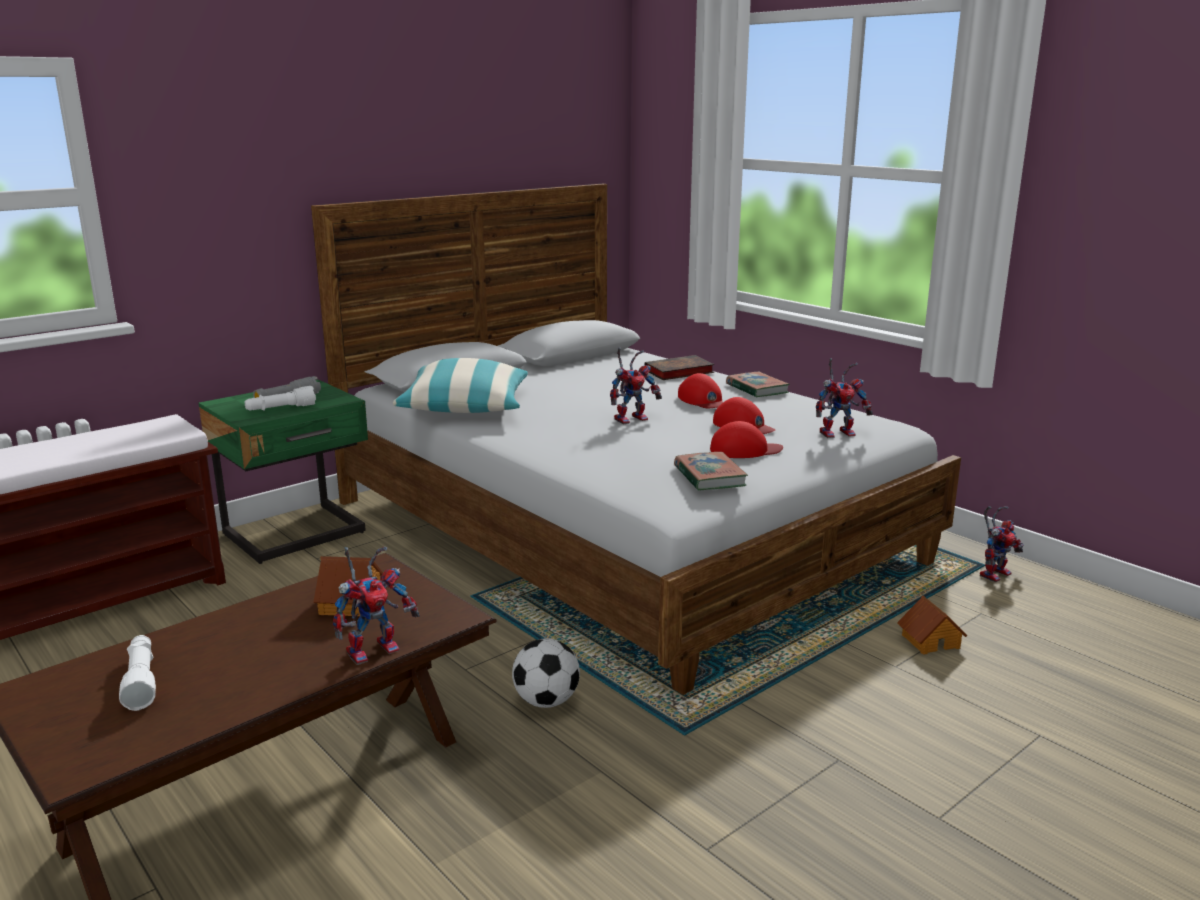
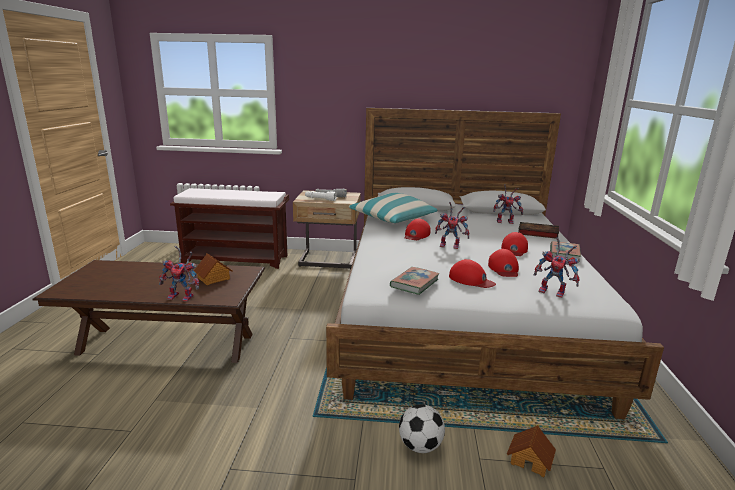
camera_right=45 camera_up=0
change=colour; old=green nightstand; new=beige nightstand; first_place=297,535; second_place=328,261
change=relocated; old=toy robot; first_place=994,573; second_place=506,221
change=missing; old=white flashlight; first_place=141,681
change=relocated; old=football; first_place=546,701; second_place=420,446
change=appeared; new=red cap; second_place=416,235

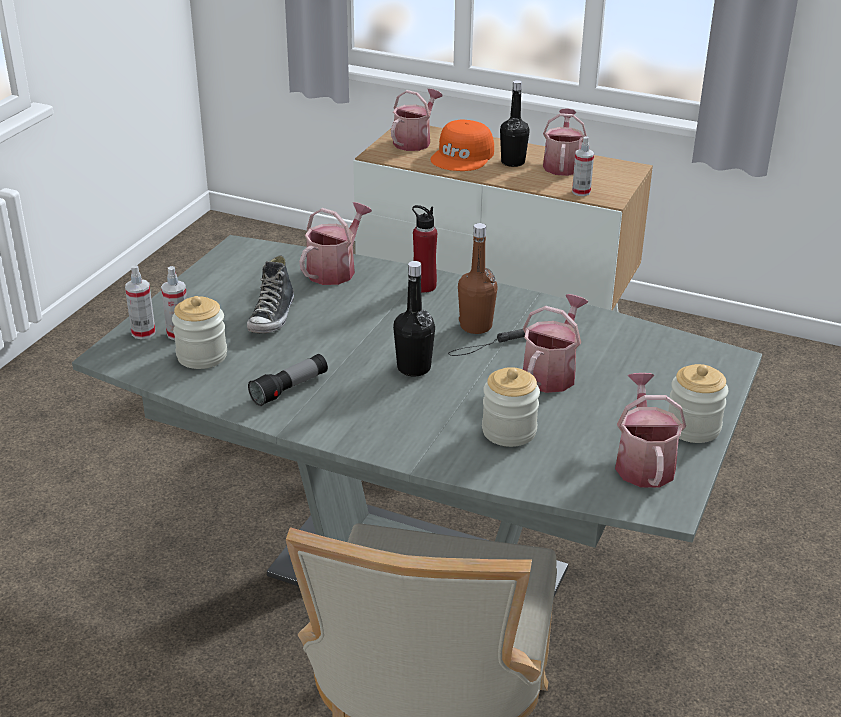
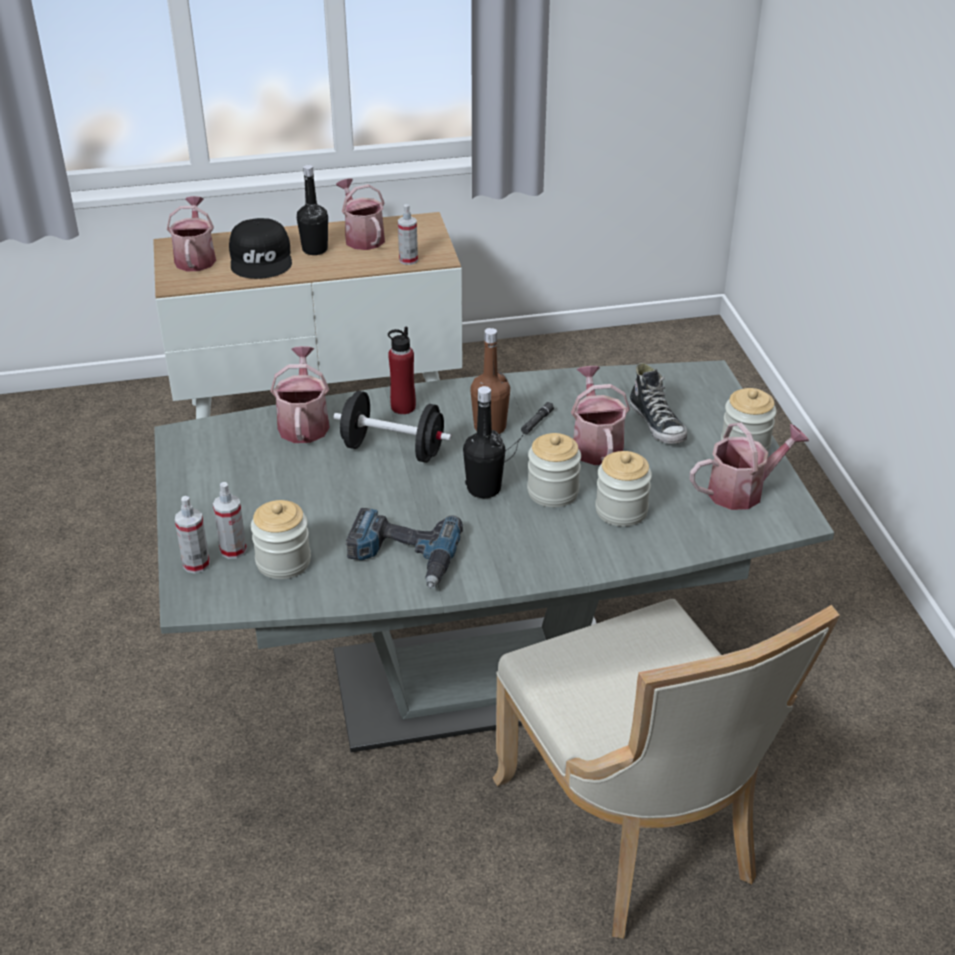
camera_right=-35 camera_up=5
change=colour; old=orange cap; new=black cap; first_place=463,156; second_place=262,259
change=relocated; old=shoe; first_place=272,317; second_place=657,424
change=exchanged; old=flashlight; new=power drill; first_place=290,389; second_place=402,556
change=spun; old=watering can; first_place=643,462; second_place=742,490; degrees=105
change=appeared; new=black dumbbell; second_place=393,449
change=appeared; new=jar; second_place=553,492

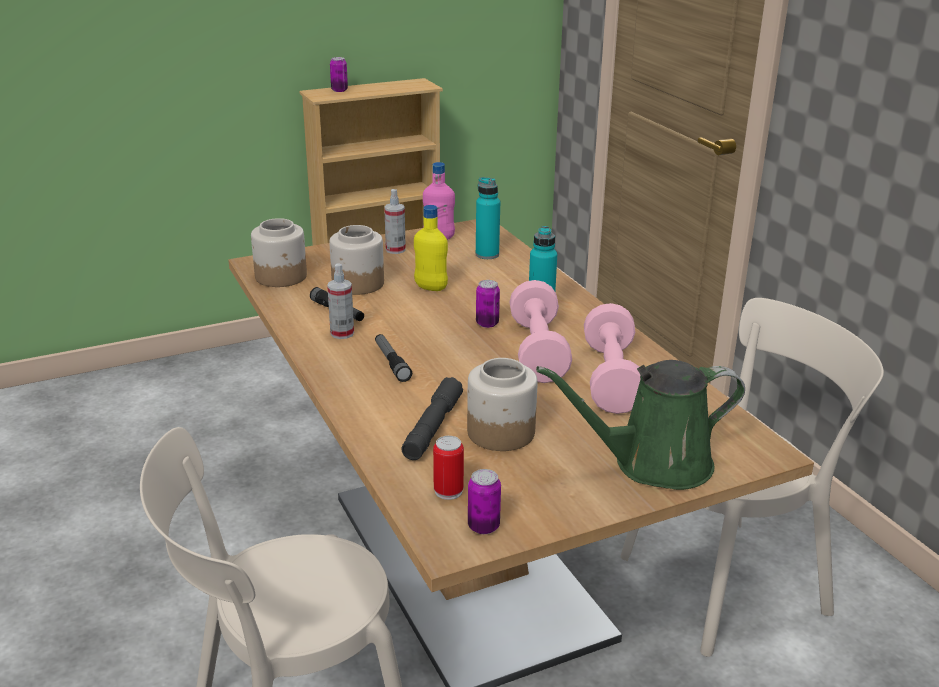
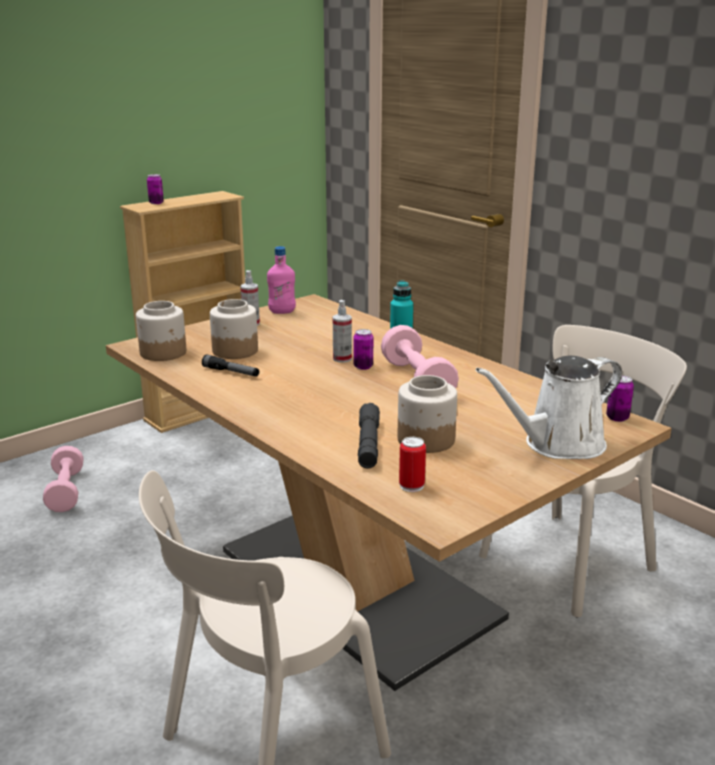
camera_right=-15 camera_up=-5
change=missing; old=turquoise bottle; first_place=487,254
change=missing; old=yellow bottle; first_place=430,288
change=relocated; old=spray bottle; first_place=342,333; second_place=342,359
change=relocated; old=pink dumbbell; first_place=611,379; second_place=66,491
change=missing; old=flashlight; first_place=391,363
change=colour; old=green watering can; new=white watering can; first_place=653,464; second_place=558,445
change=relocated; old=can; first_place=483,526; second_place=617,418

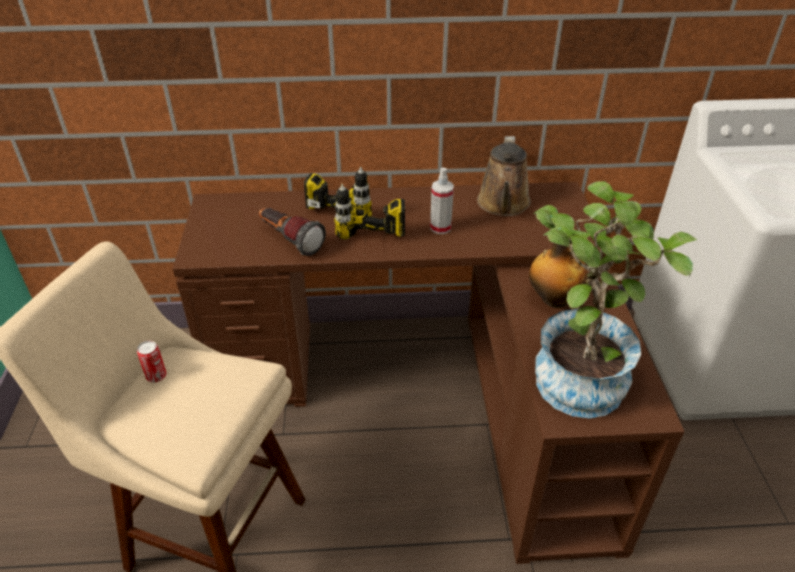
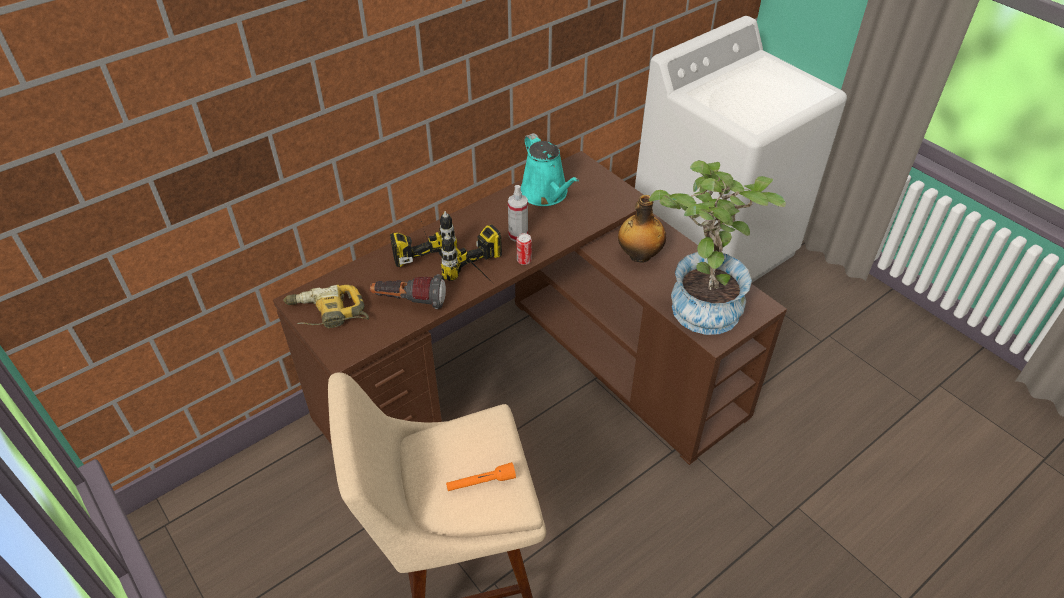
camera_right=-35 camera_up=5
change=colour; old=brown watering can; new=turquoise watering can; first_place=503,205; second_place=546,194
change=relocated; old=can; first_place=156,376; second_place=524,260
change=appeared; new=power drill; second_place=327,314
change=appeared; new=orange flashlight; second_place=481,483

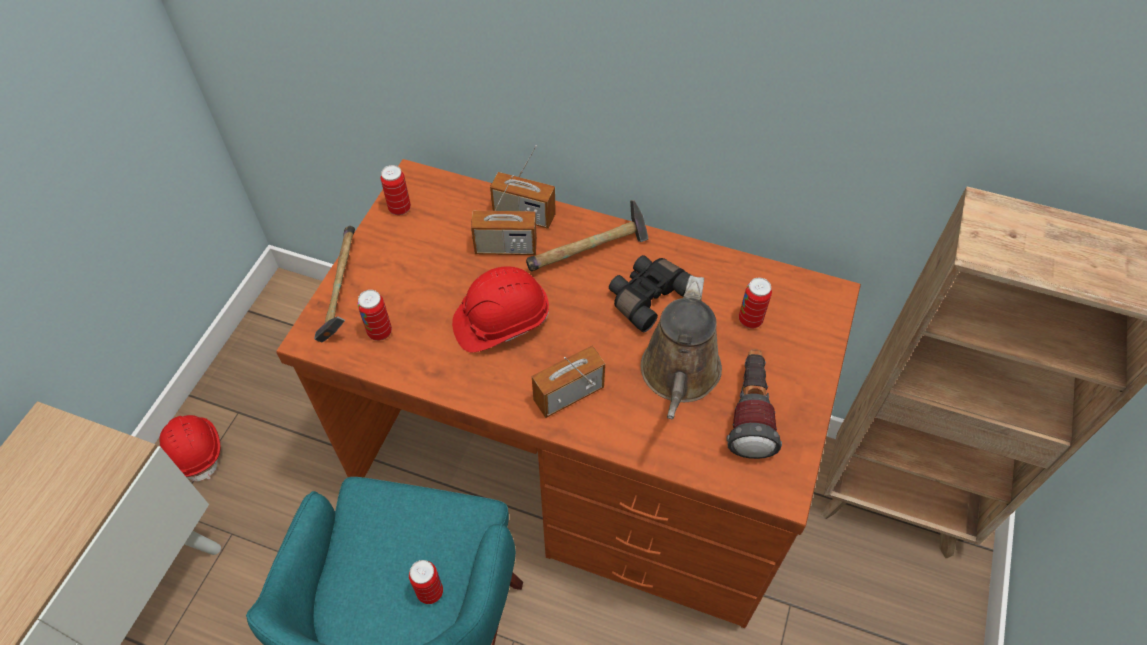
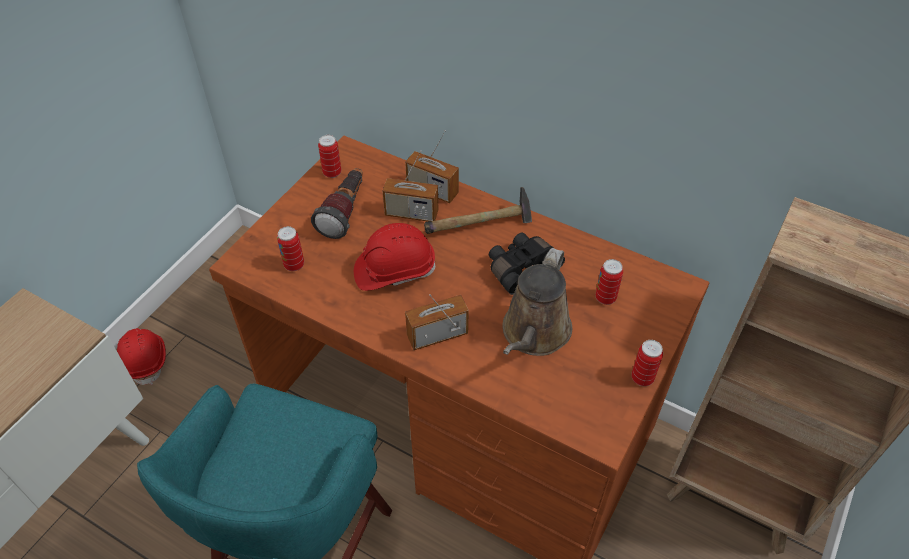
camera_right=10 camera_up=-5
change=missing; old=hammer; first_place=341,293
change=relocated; old=flashlight; first_place=750,413; second_place=345,212
change=relocated; old=can; first_place=430,592; second_place=642,378

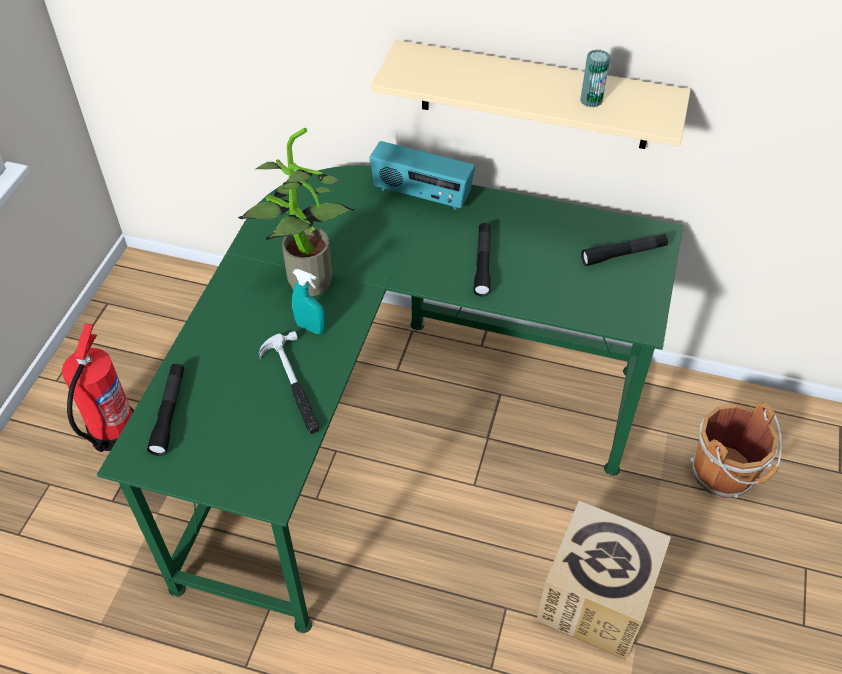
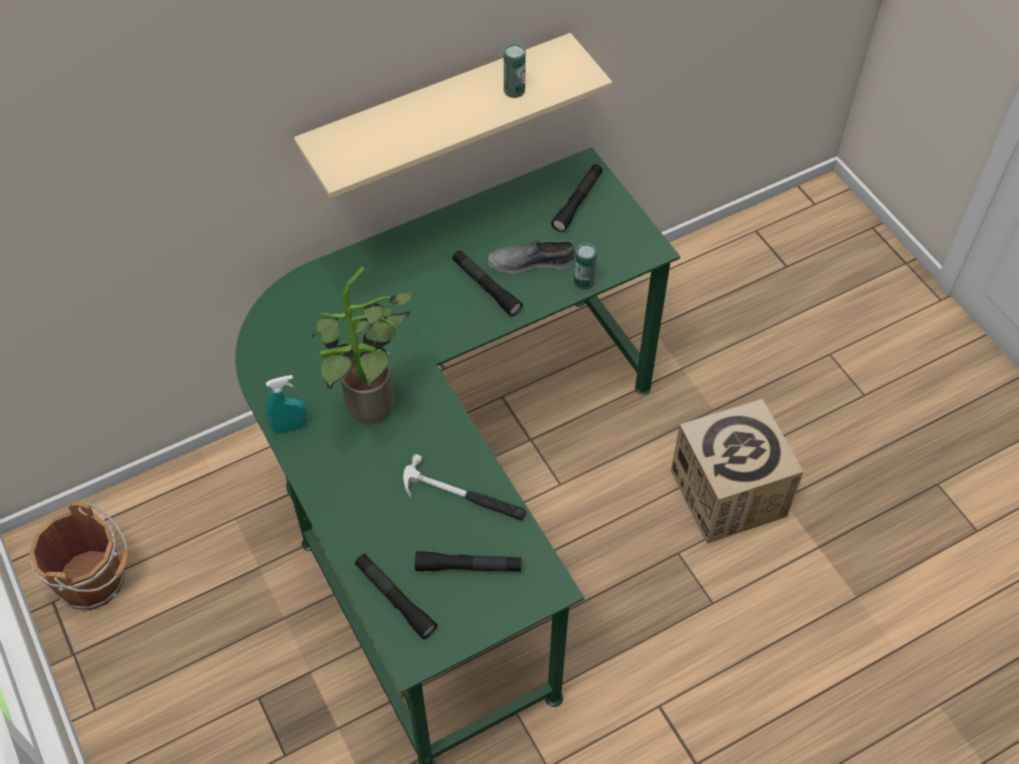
camera_right=-45 camera_up=5
change=missing; old=radio; first_place=421,195
change=relocated; old=turquoise spray bottle; first_place=310,327; second_place=290,427
change=missing; old=fire extinguisher; first_place=113,432
change=relocated; old=brown bucket; first_place=725,474; second_place=95,580
change=appeared; new=grey shoe; second_place=531,262
change=appeared; new=can; second_place=584,282
change=appeared; new=black flashlight; second_place=468,567

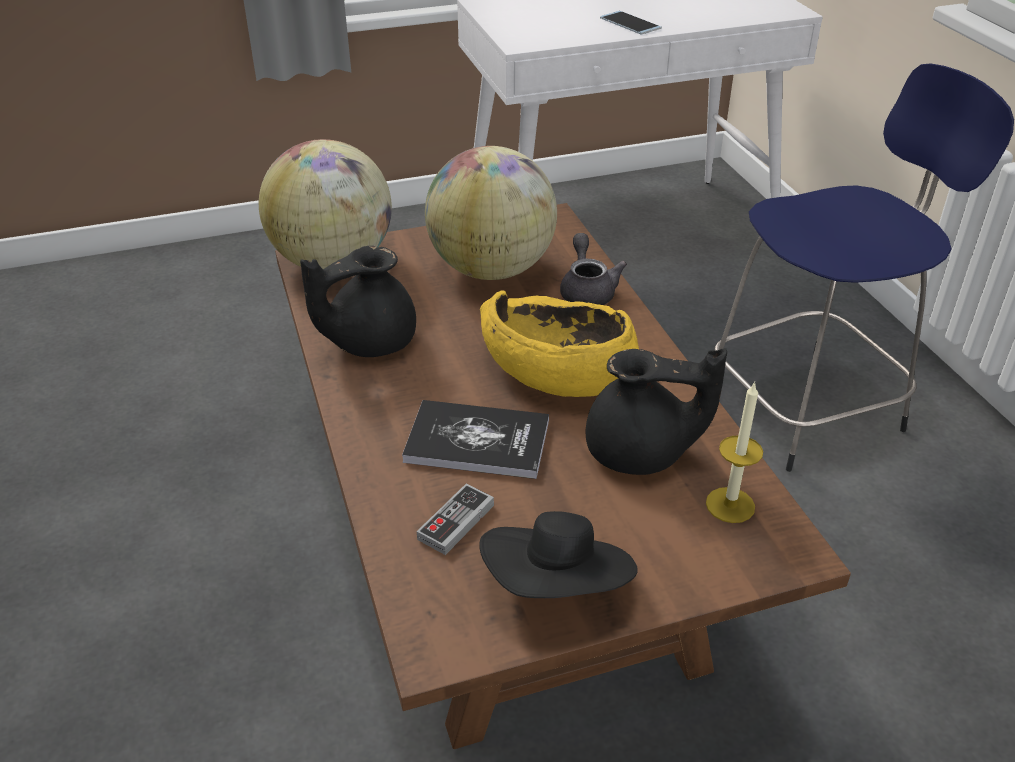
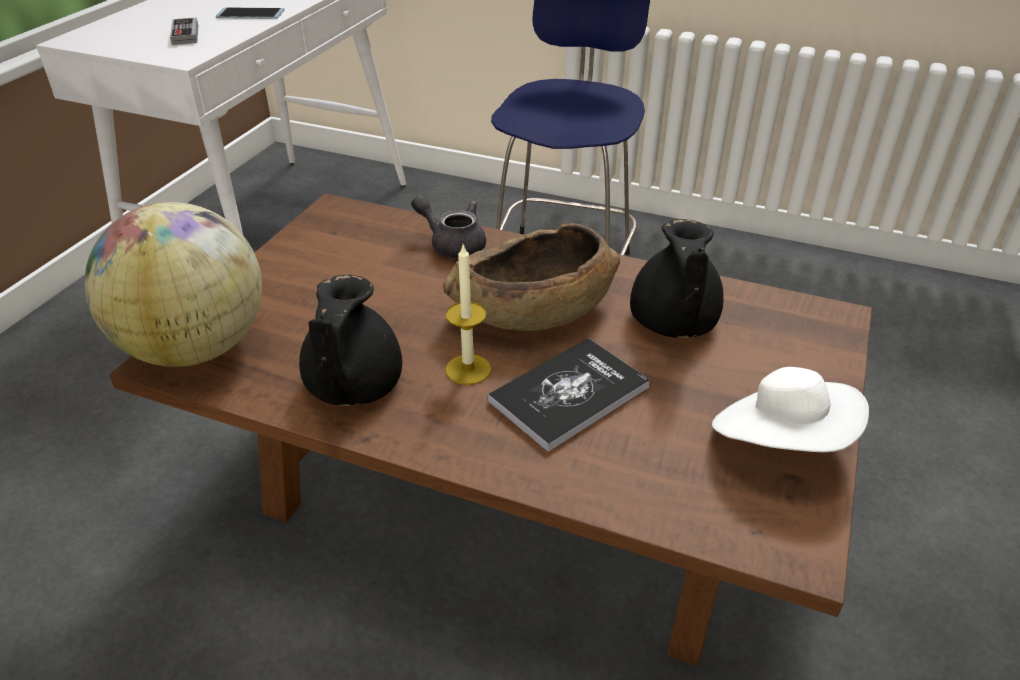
camera_right=-50 camera_up=0
change=missing; old=globe; first_place=491,269
change=colour; old=yellow bowl; new=brown bowl; first_place=556,372; second_place=532,310
change=spun; old=black teapot; first_place=640,453; second_place=672,323; degrees=135
change=relocated; old=candle; first_place=730,505; second_place=468,369
change=relocated; old=game controller; first_place=456,522; second_place=185,35
change=colour; old=black hat; new=white hat; first_place=558,586; second_place=782,441

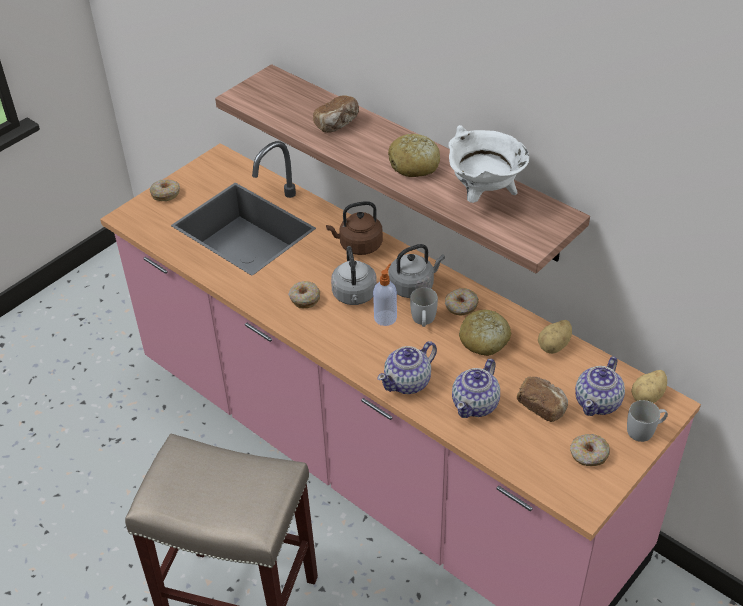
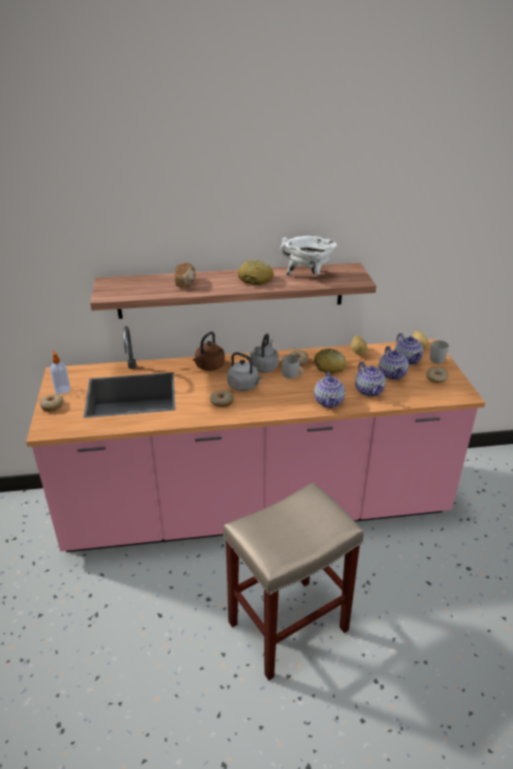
camera_right=-50 camera_up=-10
change=relocated; old=soap dispenser; first_place=385,317; second_place=62,389
change=exchanged; old=bread; new=teapot; first_place=542,406; second_place=392,374

